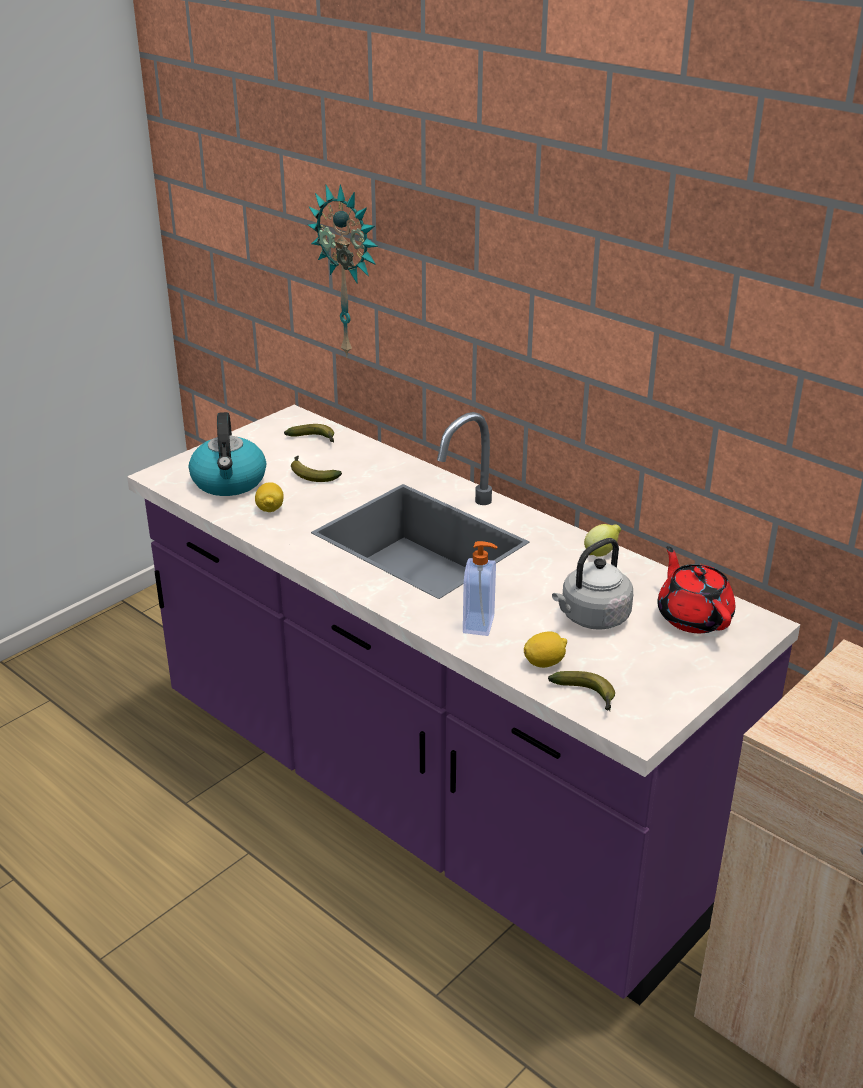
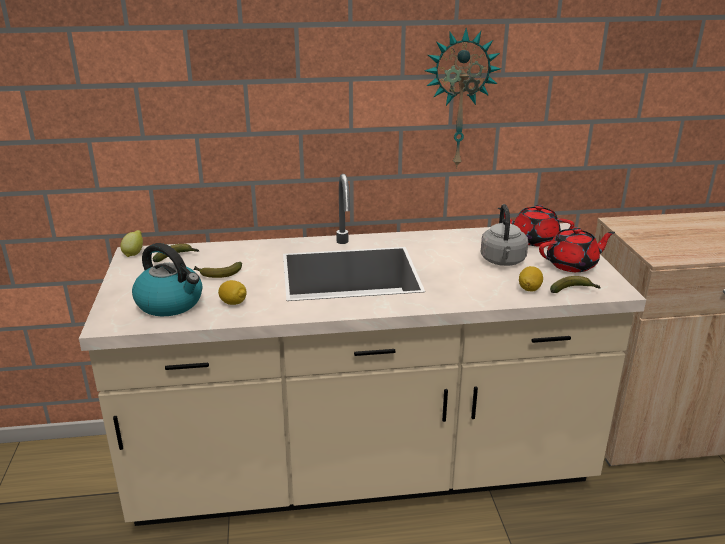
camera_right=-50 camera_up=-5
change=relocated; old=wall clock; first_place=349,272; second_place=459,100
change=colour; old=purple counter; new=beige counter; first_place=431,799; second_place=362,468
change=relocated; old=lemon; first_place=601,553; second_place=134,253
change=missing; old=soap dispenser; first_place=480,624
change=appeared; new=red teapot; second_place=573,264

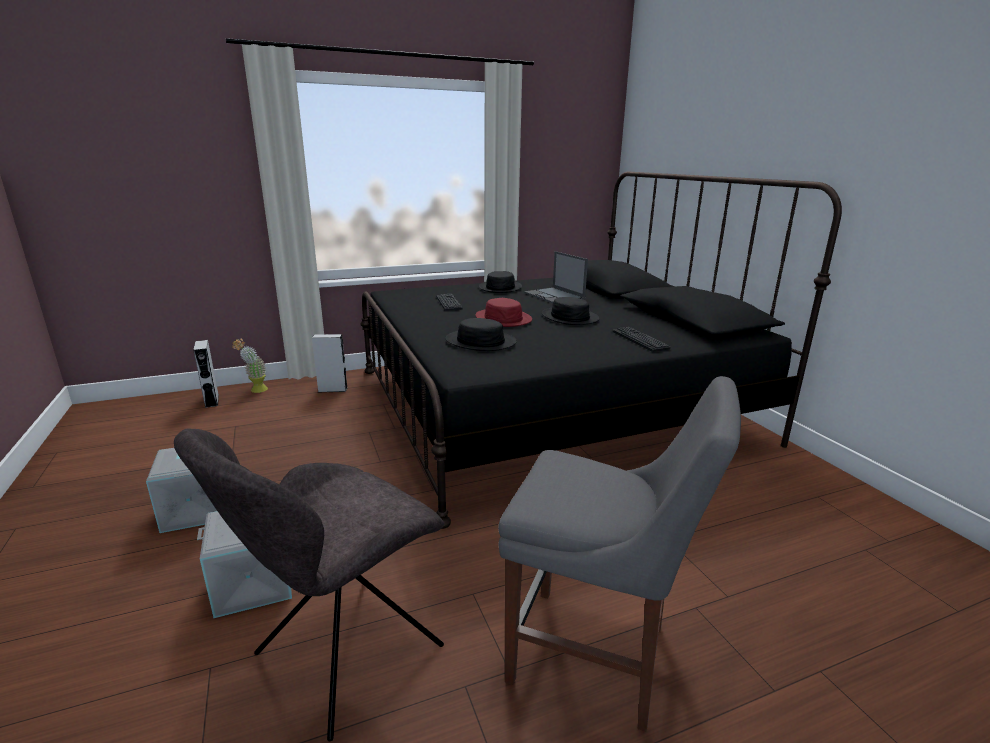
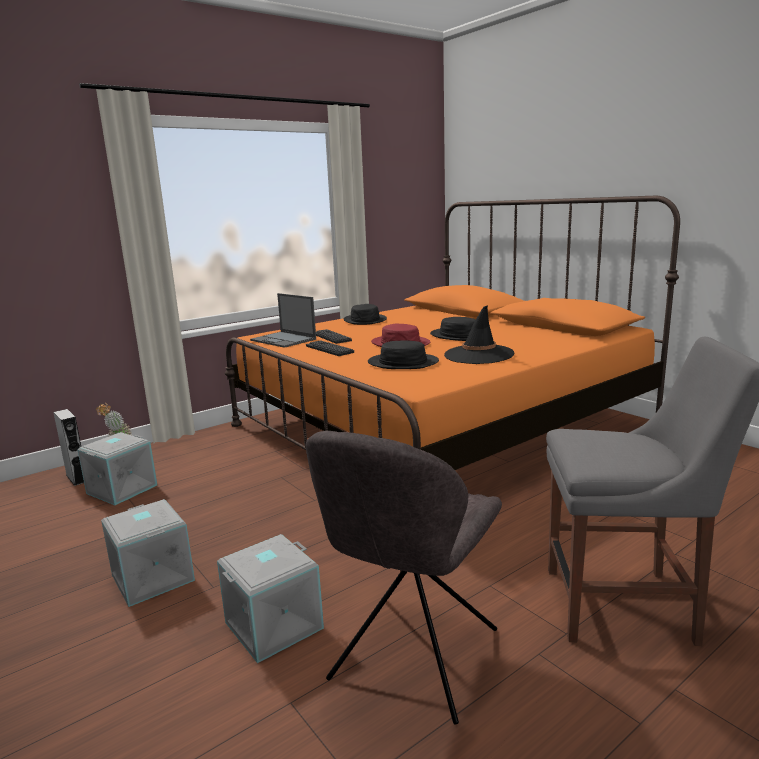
camera_right=-15 camera_up=-5
change=colour; old=black bed; new=orange bed; first_place=549,404; second_place=438,425
change=relocated; old=laptop; first_place=554,296; second_place=284,340
change=relocated; old=keyboard; first_place=640,340; second_place=329,349
change=missing; old=grey speaker; first_place=332,389
change=appeared; new=black hat; second_place=478,355
change=appeared; new=grey storage box; second_place=122,489

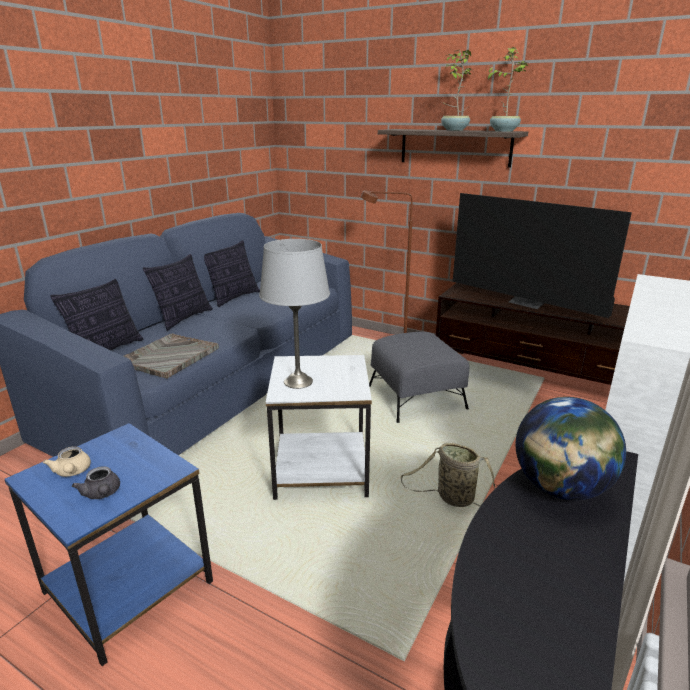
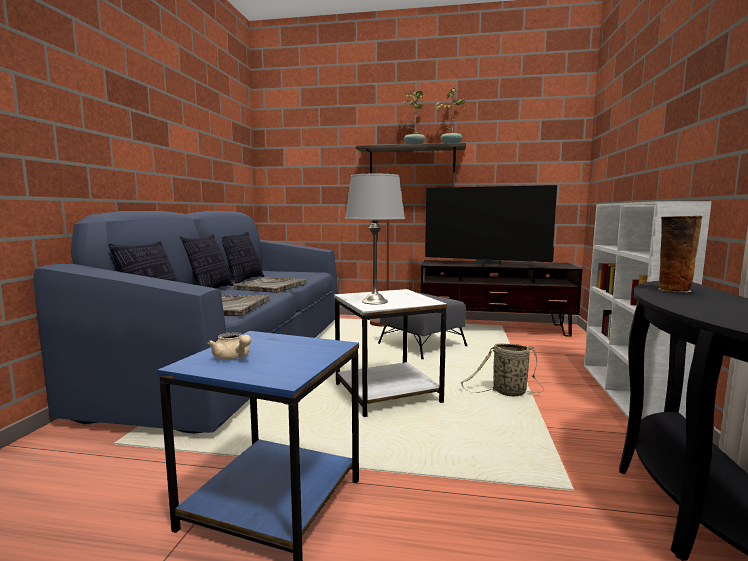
camera_right=-20 camera_up=-15
change=exchanged; old=globe; new=vase; first_place=560,488; second_place=673,290
change=missing; old=grey teapot; first_place=102,494
change=appeared; new=grey tray; second_place=271,286

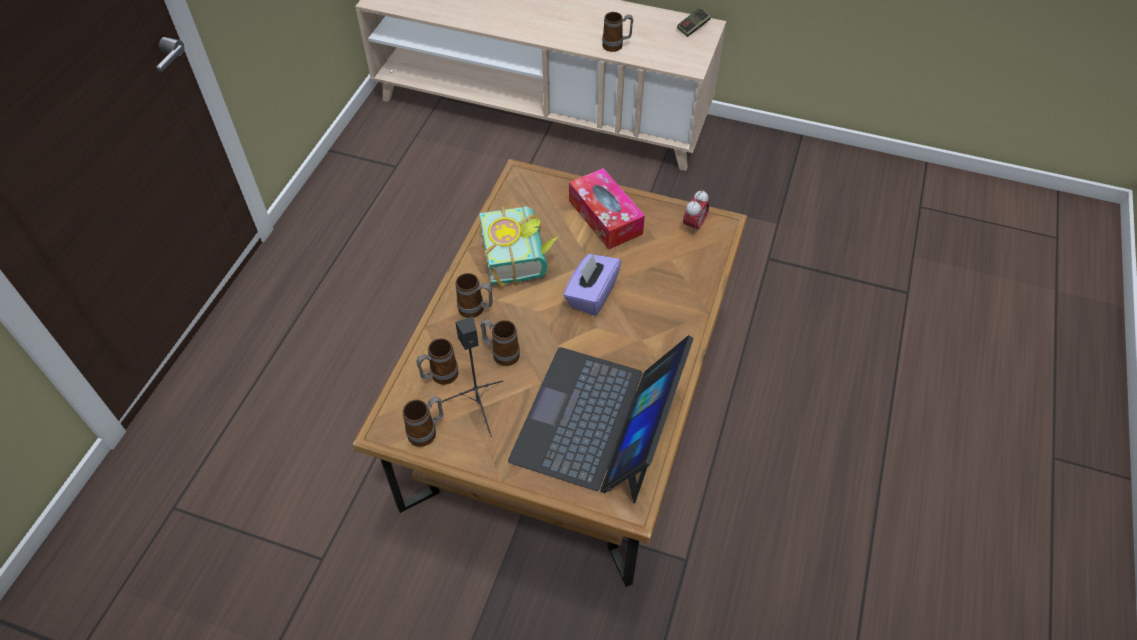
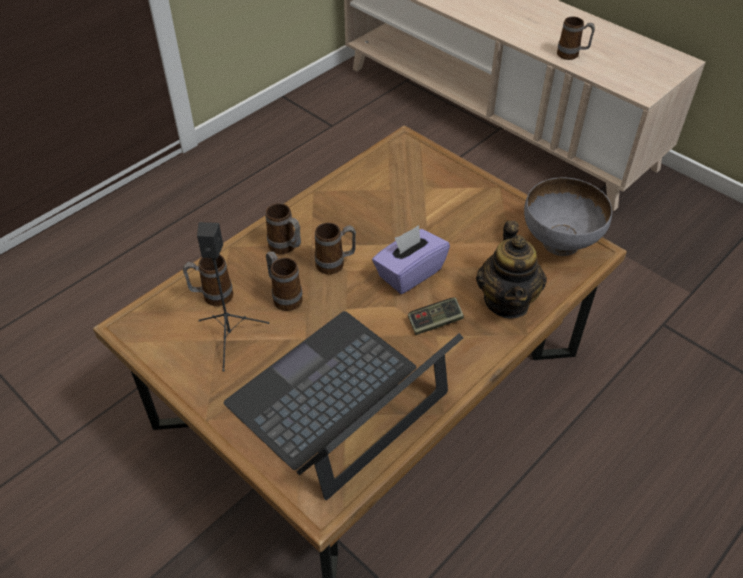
camera_right=25 camera_up=-5
change=relocated; old=game controller; first_place=693,27; second_place=435,322
change=missing; old=tissue box; first_place=605,217
change=exchanged; old=alarm clock; new=grey bowl; first_place=694,225; second_place=559,242
change=missing; old=book; first_place=522,256
change=relocated; old=mug; first_place=427,431; second_place=336,264
change=appeared; new=teapot; second_place=507,301

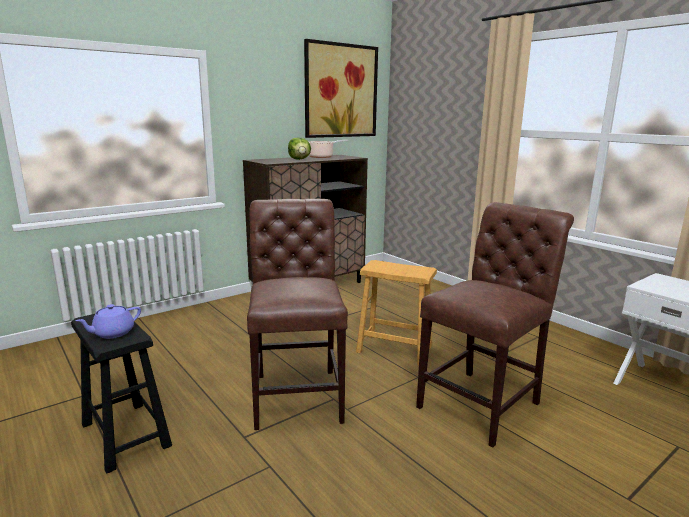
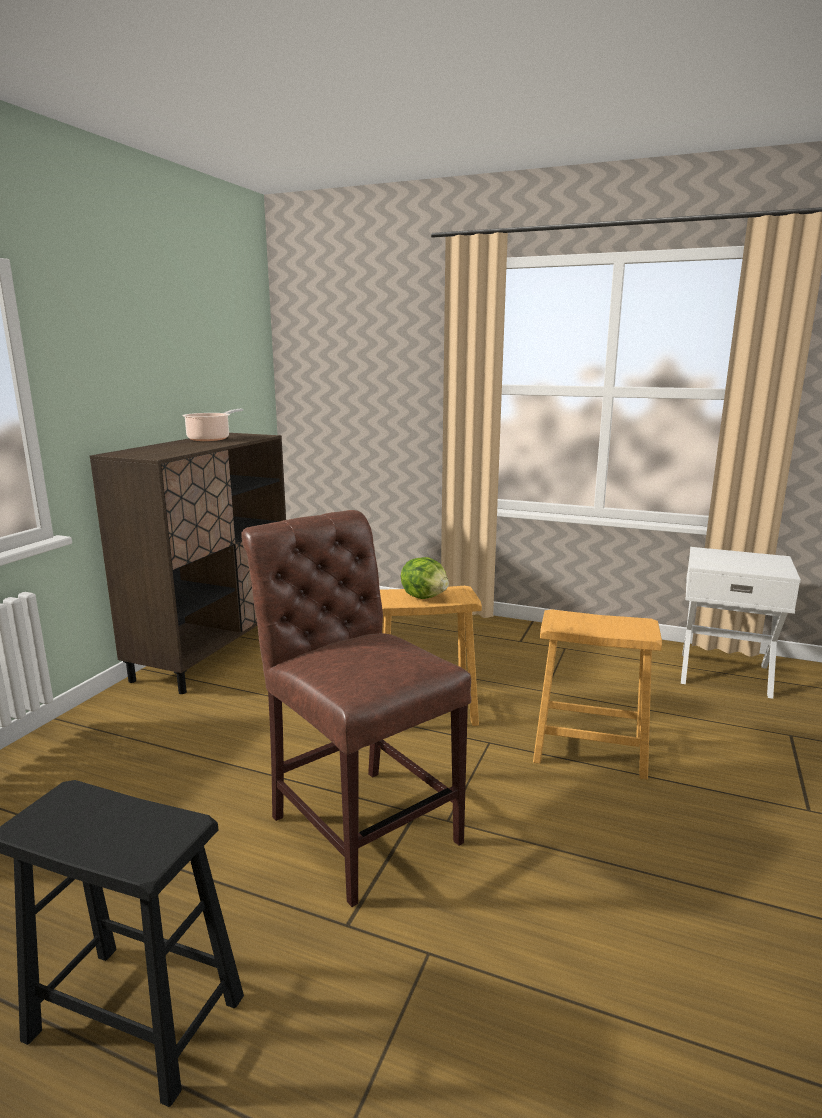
camera_right=-30 camera_up=0
change=missing; old=picture; first_place=341,91
change=relocated; old=lettuce; first_place=300,159; second_place=425,596
change=exchanged; old=brown chair; new=brown stool; first_place=483,403; second_place=589,751
change=missing; old=purple teapot; first_place=112,333

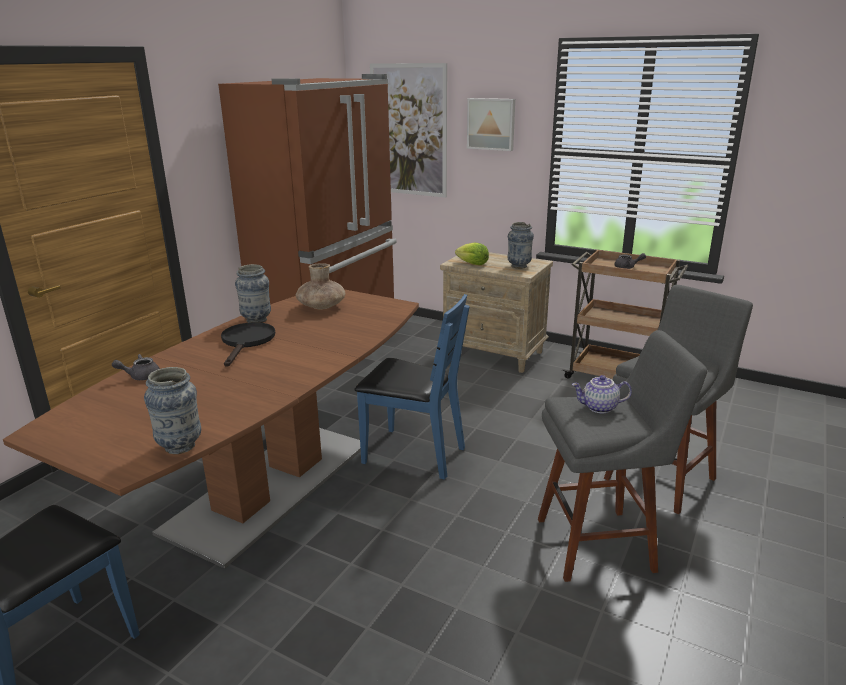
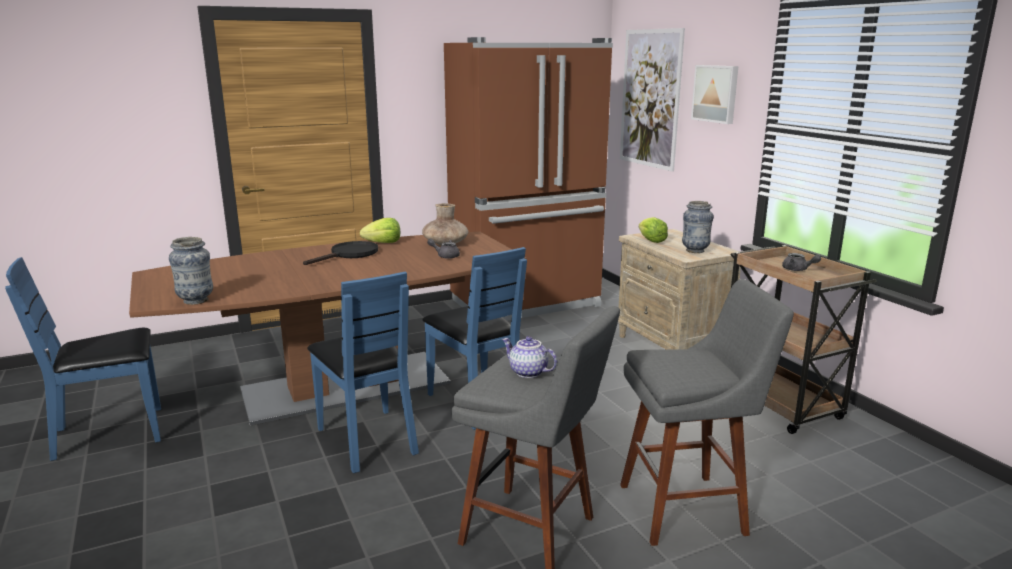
camera_right=35 camera_up=-5
change=exchanged; old=vase; new=lettuce; first_place=256,320; second_place=383,243
change=relocated; old=grey teapot; first_place=140,376; second_place=445,256
change=appeared; new=blue chair; second_place=368,439

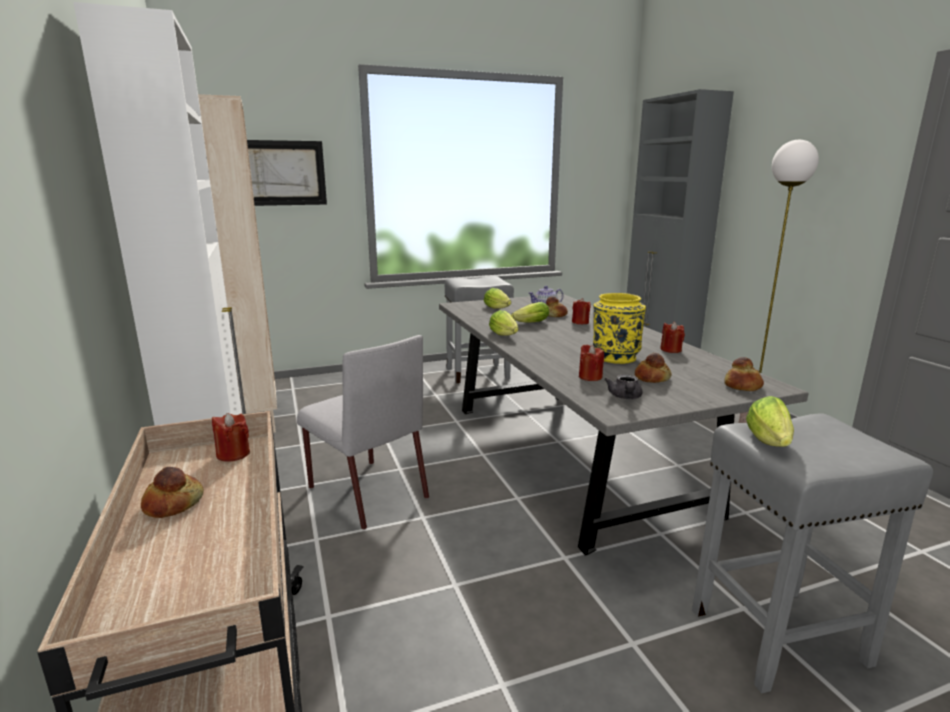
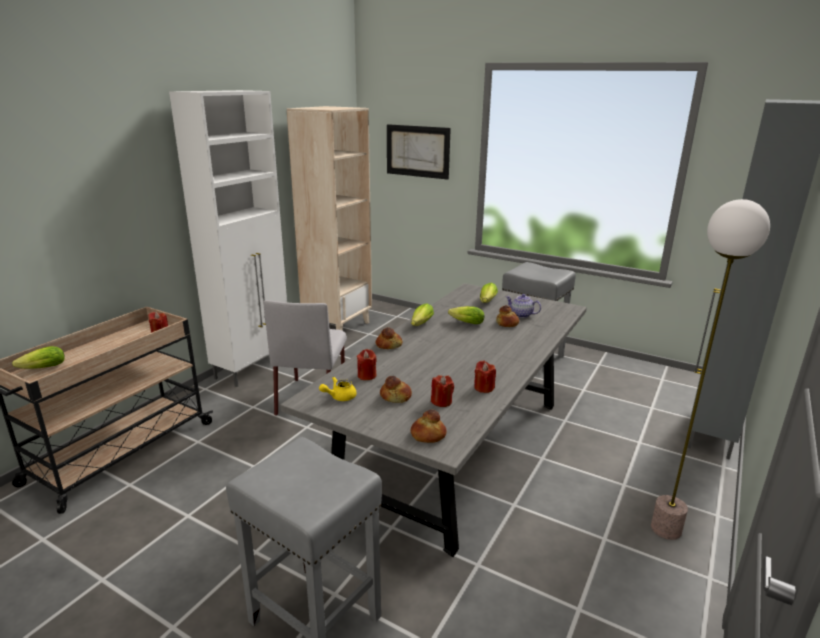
camera_right=50 camera_up=5
change=missing; old=yellow vase; first_place=615,357
change=relocated; old=red candle; first_place=580,322; second_place=441,401
change=colour; old=grey teapot; new=yellow teapot; first_place=625,397; second_place=339,397
change=relocated; old=lettuce; first_place=769,441; second_place=41,369
change=relocated; old=bread; first_place=173,504; second_place=388,345

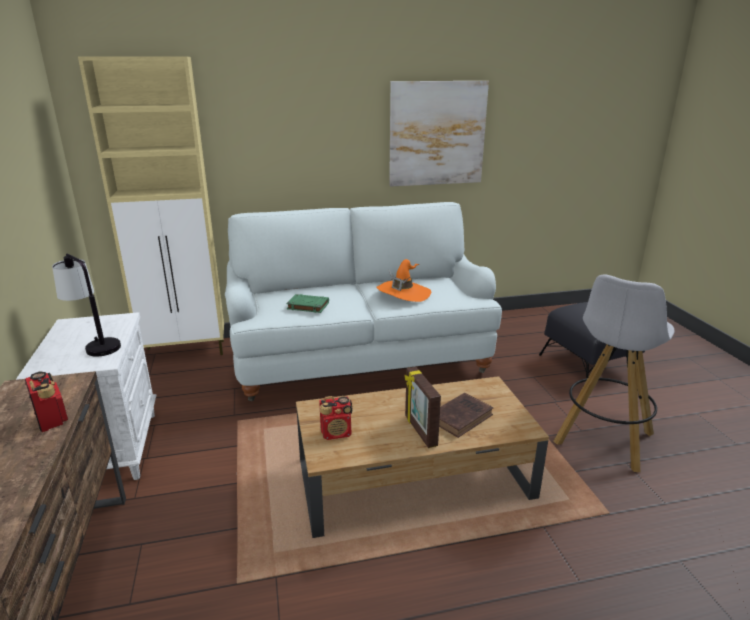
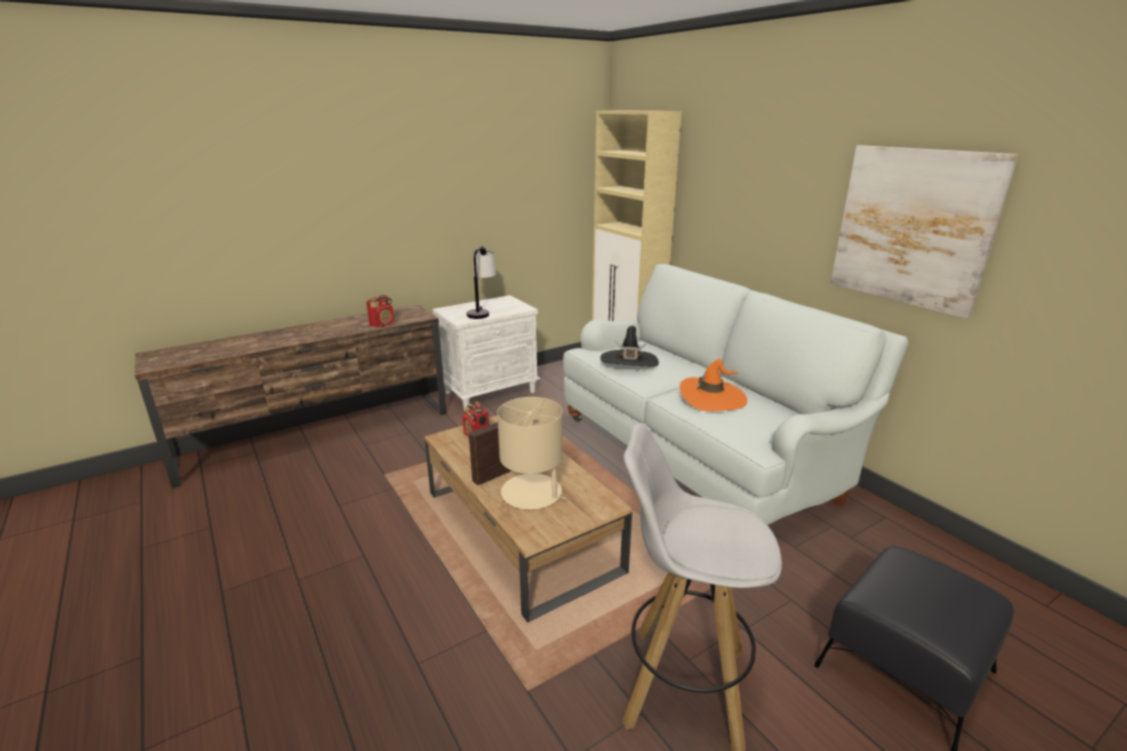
camera_right=70 camera_up=0
change=exchanged; old=green book; new=black hat; first_place=307,306; second_place=629,362
change=exchanged; old=brown book; new=beige table lamp; first_place=461,417; second_place=532,493

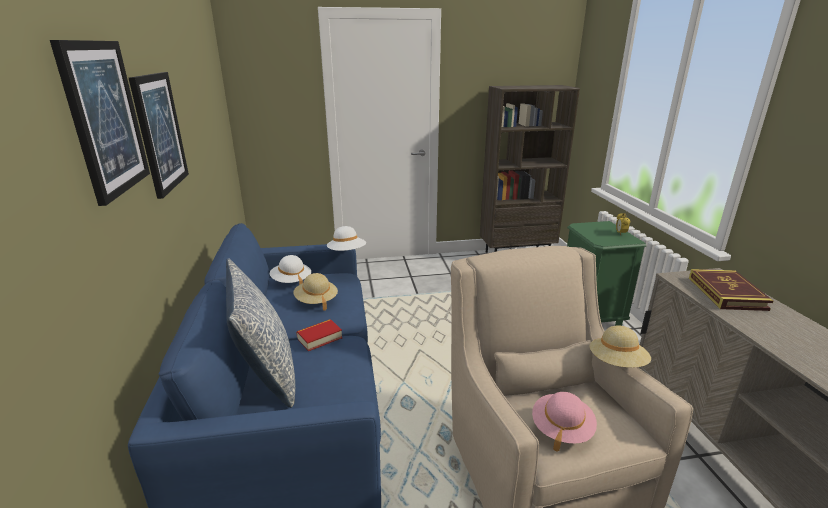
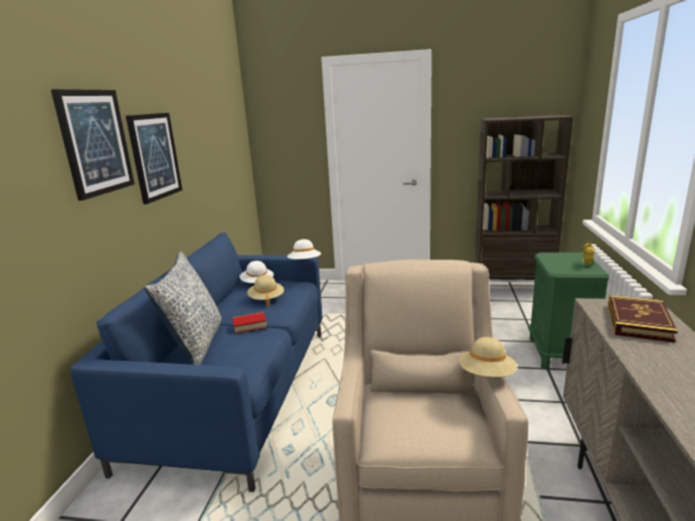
camera_right=20 camera_up=-5
change=missing; old=pink hat; first_place=561,429

